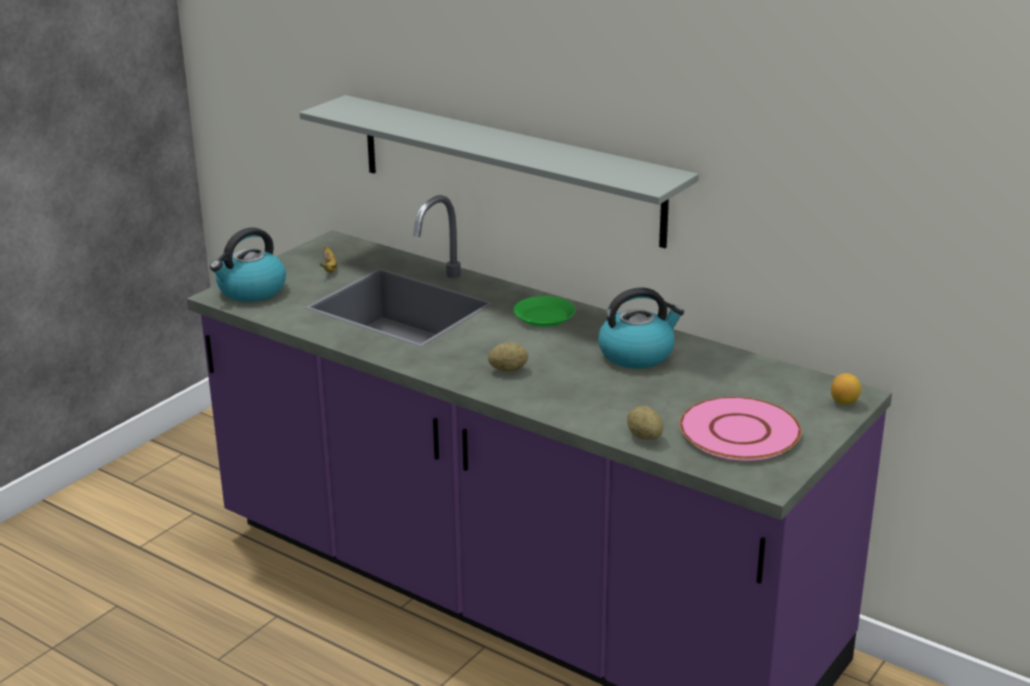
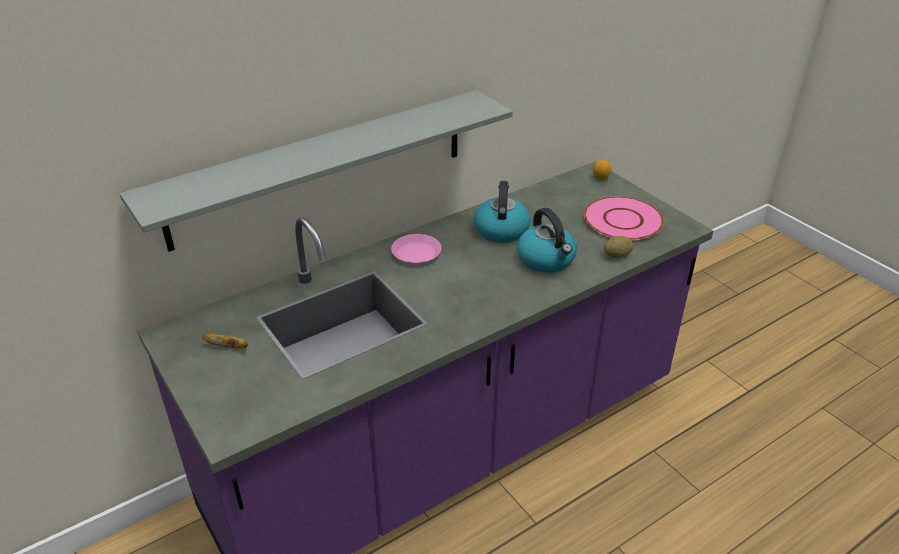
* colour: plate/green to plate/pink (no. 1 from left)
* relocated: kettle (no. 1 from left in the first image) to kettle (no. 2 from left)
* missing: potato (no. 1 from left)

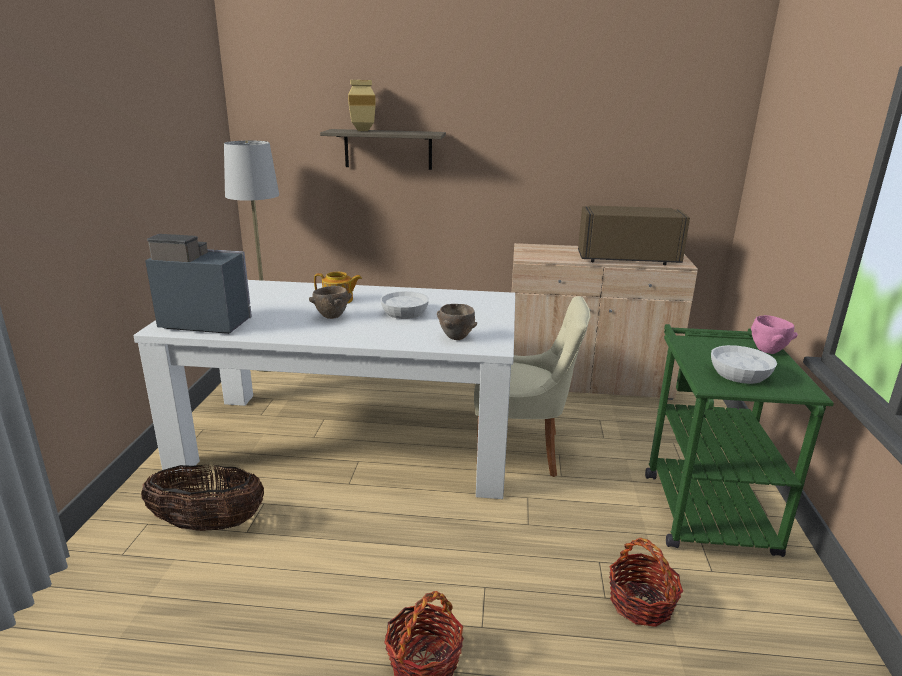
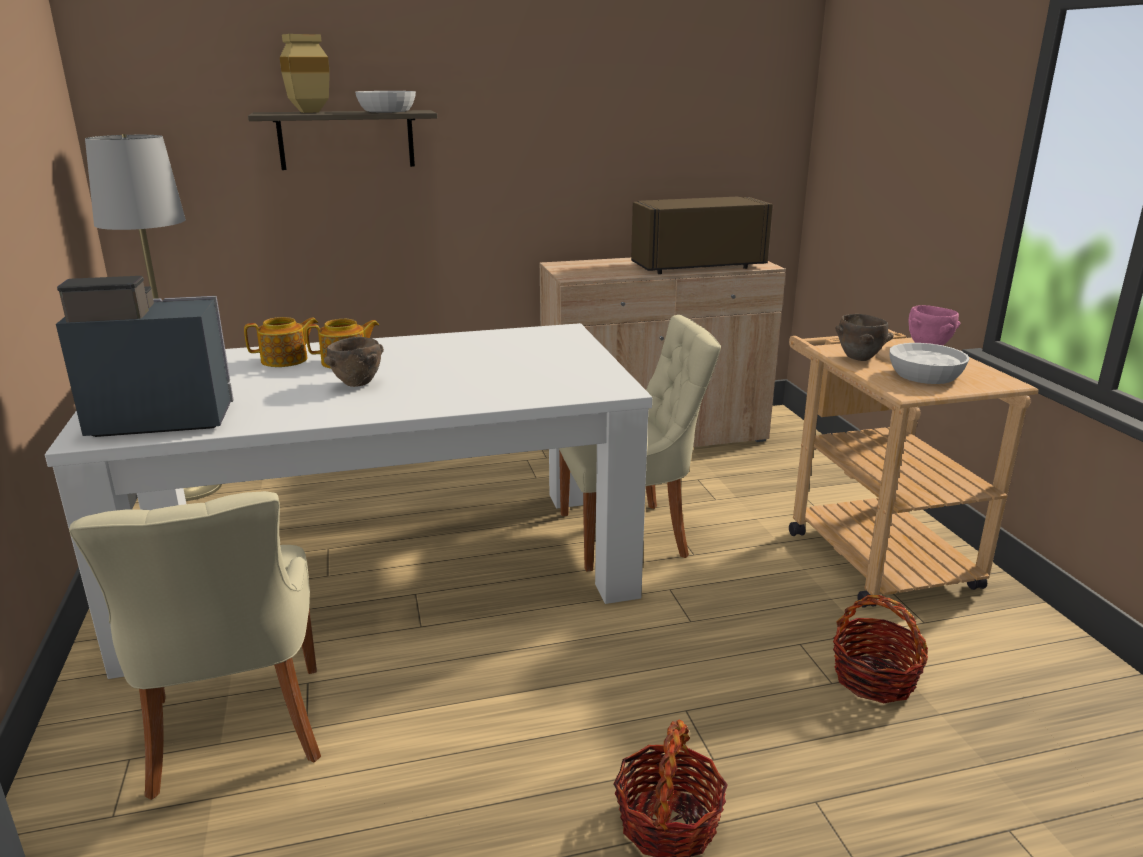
* exchanged: basket (no. 1 from left) to chair/beige (no. 1 from left)
* appeared: teapot (no. 1 from left)
* relocated: bowl/white (no. 1 from left)
* colour: cart/green to cart/beige
* relocated: bowl/brown (no. 2 from left)

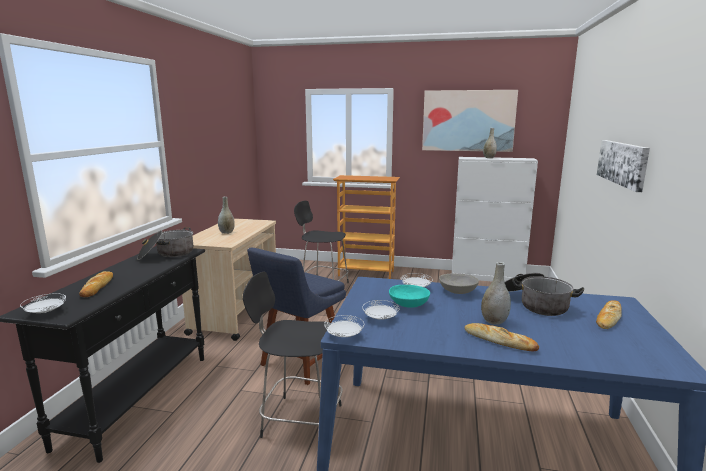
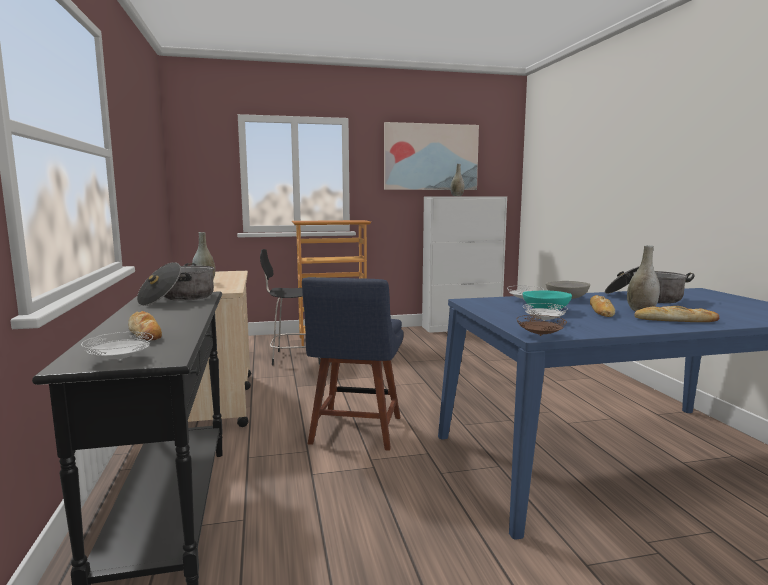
* colour: plate/white (no. 2 from left) to plate/brown
* relocated: bread (no. 3 from left in the first image) to bread (no. 2 from left)
* missing: stool/black (no. 1 from left)
* missing: picture (no. 2 from left)

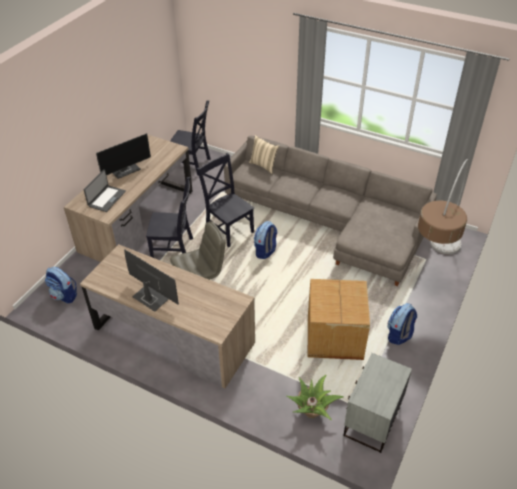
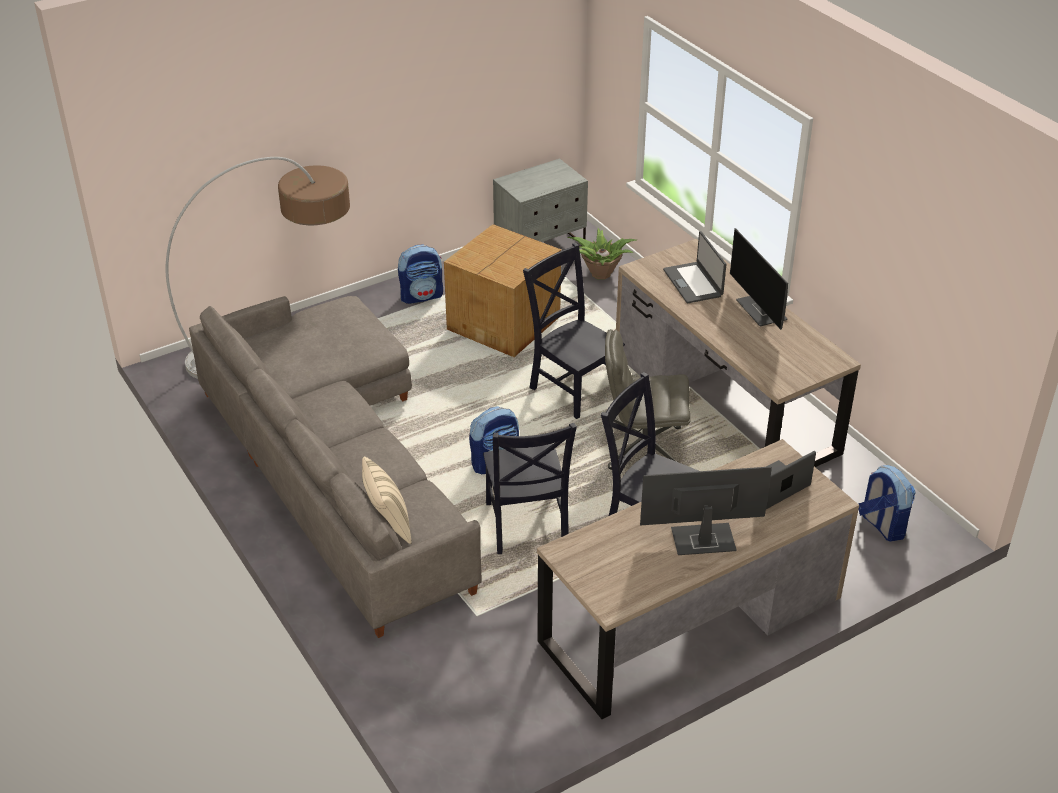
* relocated: chair/black (no. 2 from left)
* appeared: laptop (no. 1 from left)

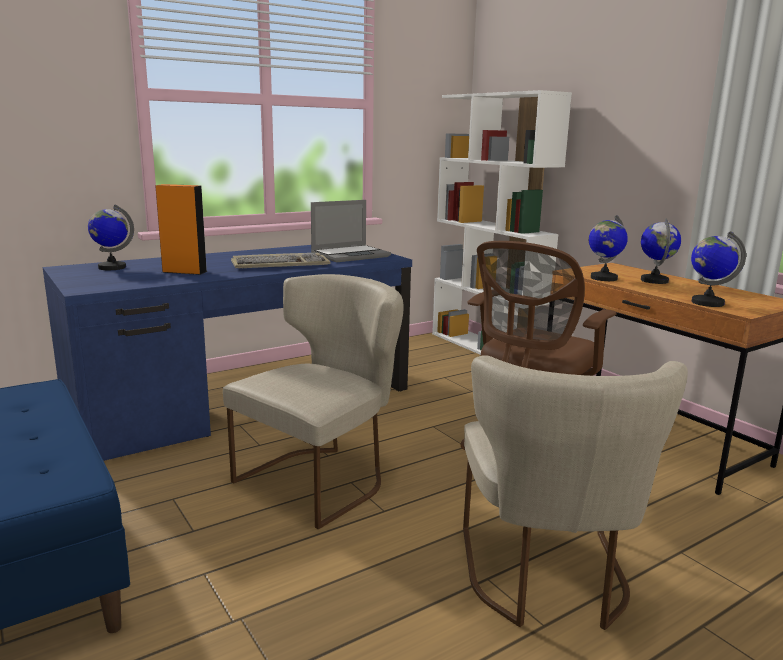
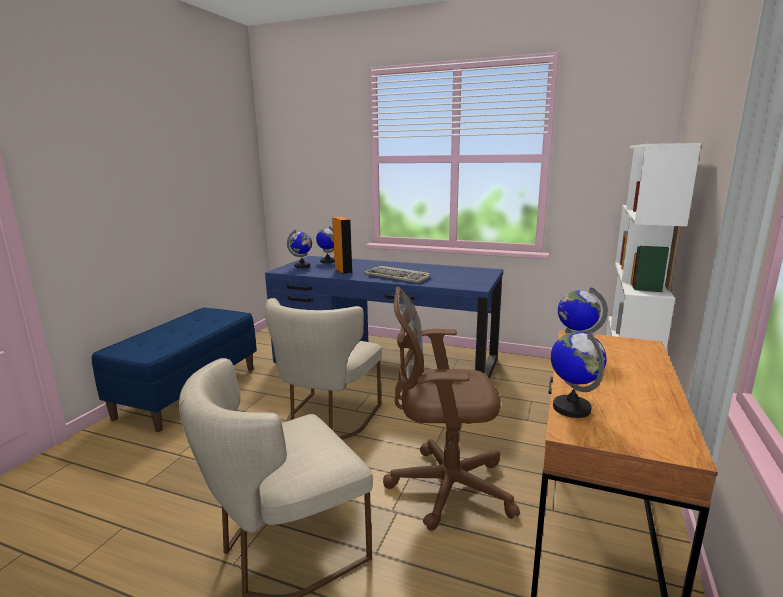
* spun: chair/beige (no. 1 from left in the first image) 105 degrees clockwise
* relocated: globe (no. 3 from left in the first image) to globe (no. 1 from left)
* missing: laptop

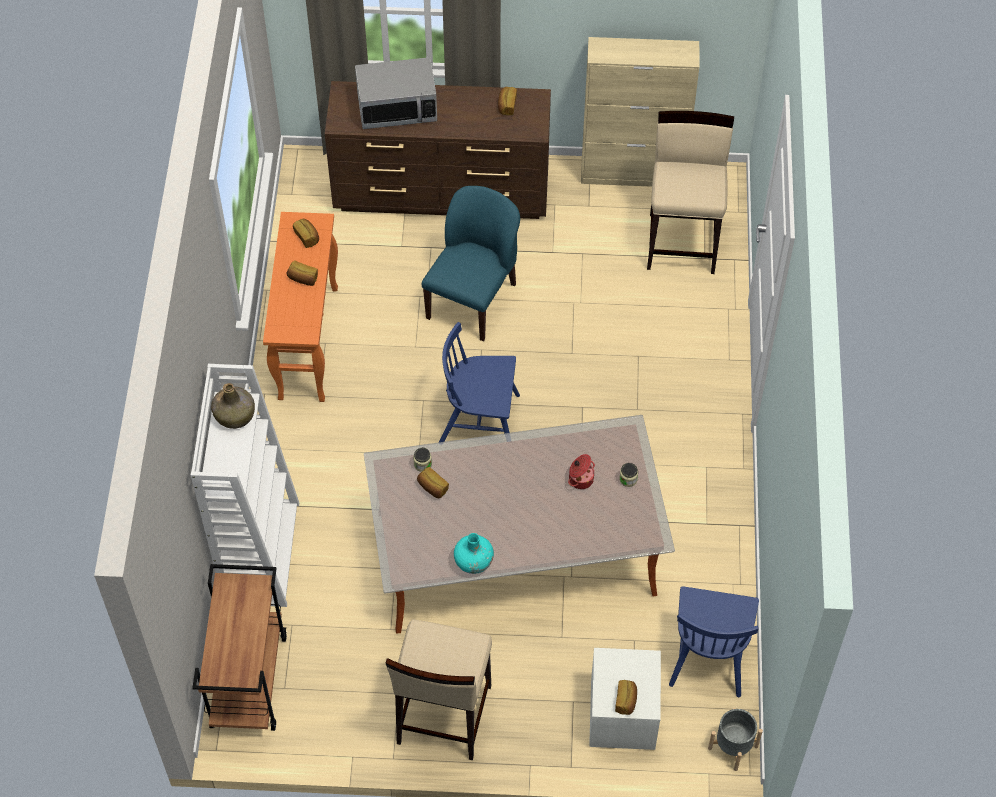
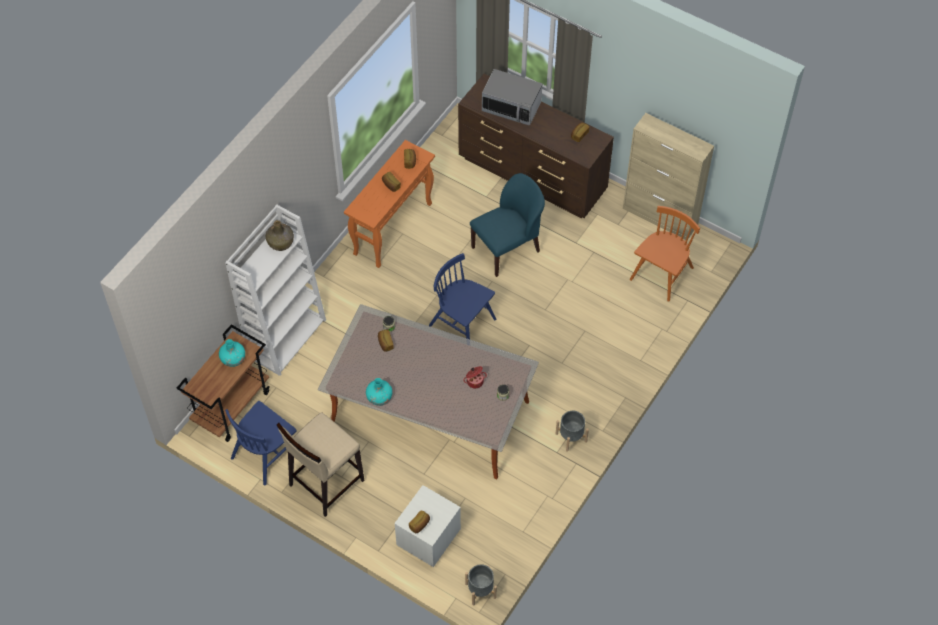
* appeared: vase/turquoise (no. 1 from left)
* relocated: chair/blue (no. 3 from left in the first image) to chair/blue (no. 1 from left)
* appeared: planter/grey (no. 2 from left)
* exchanged: stool/beige (no. 2 from left) to chair/orange

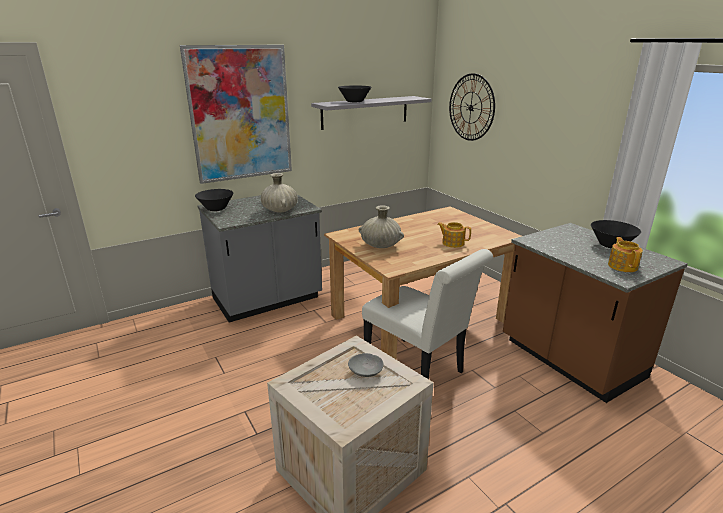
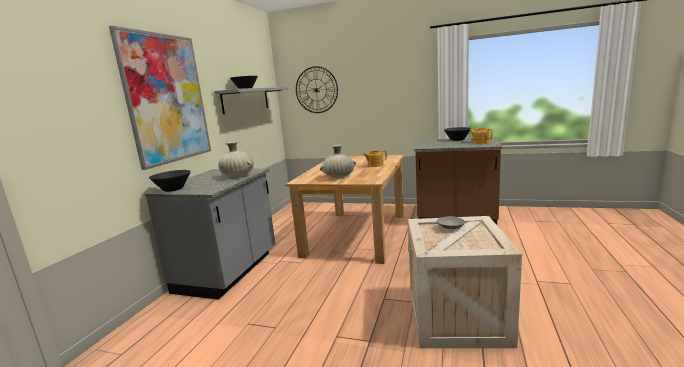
* missing: chair/white

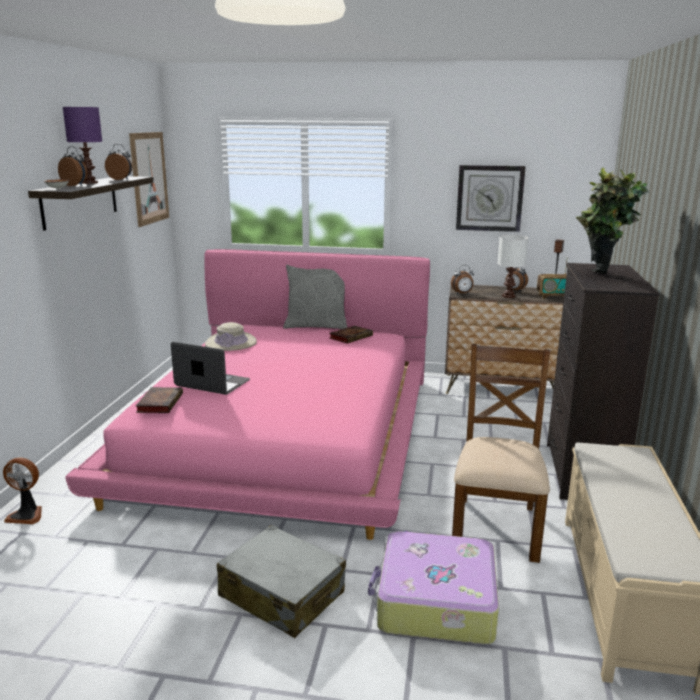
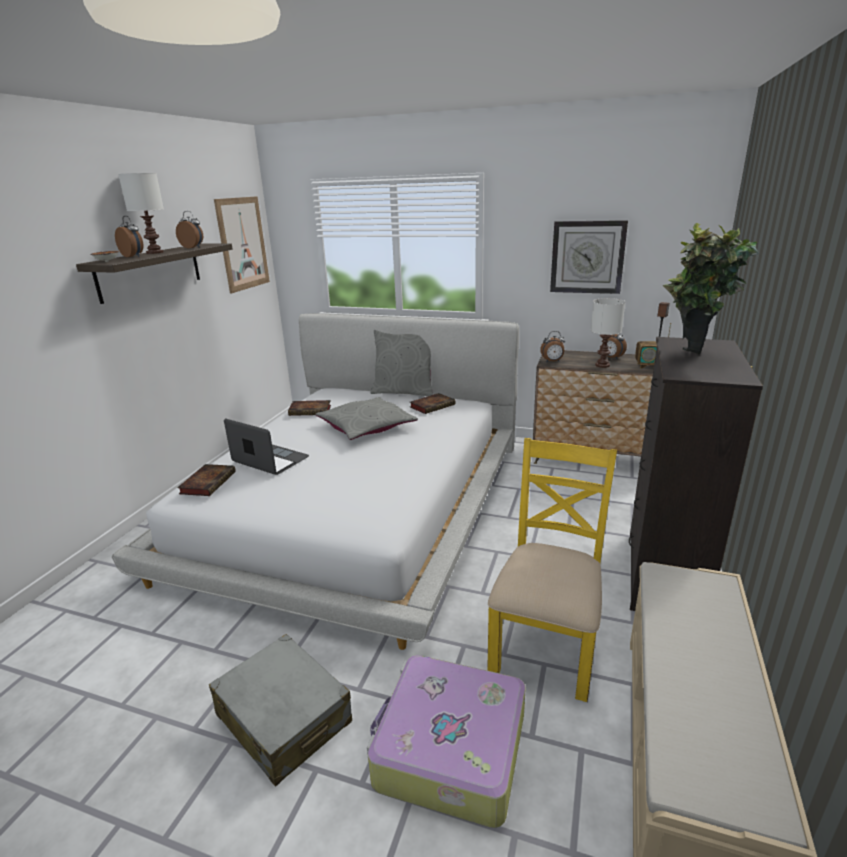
* colour: bed/pink to bed/white
* colour: table lamp/purple to table lamp/white (no. 1 from left)
* exchanged: hat/beige to book (no. 2 from left)
* appeared: pillow/grey (no. 1 from left)
* colour: chair/brown to chair/yellow
* missing: fan

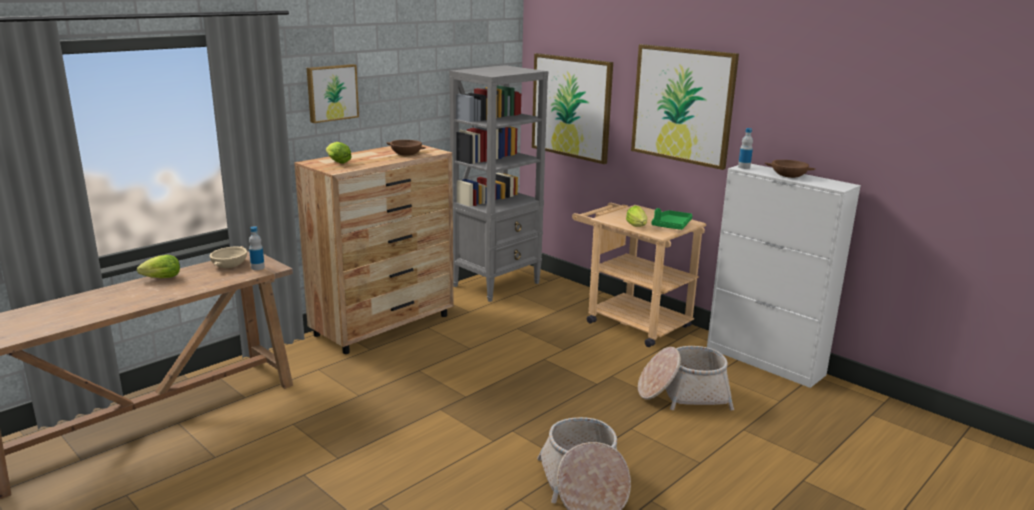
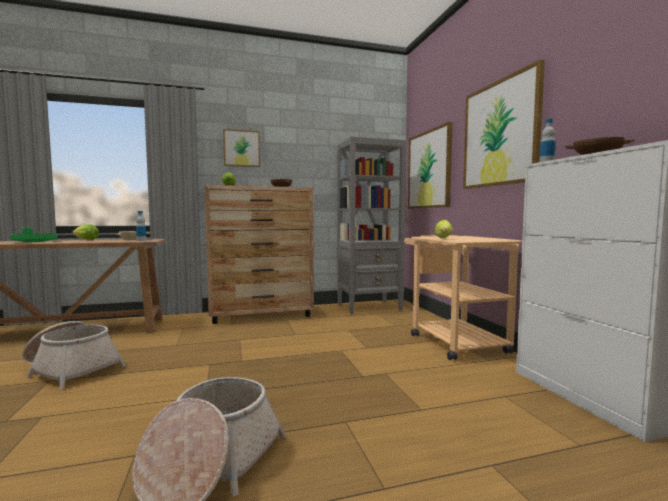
* relocated: tray/green
* relocated: basket (no. 2 from left in the first image) to basket (no. 1 from left)

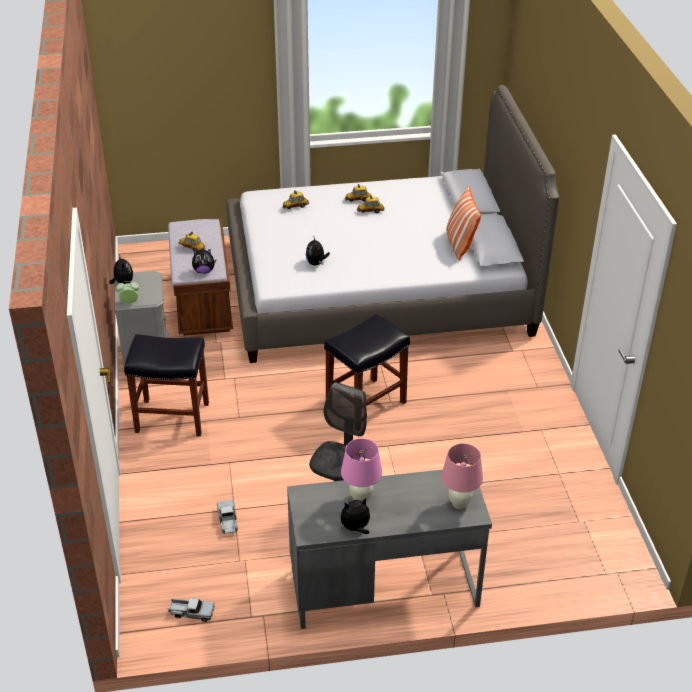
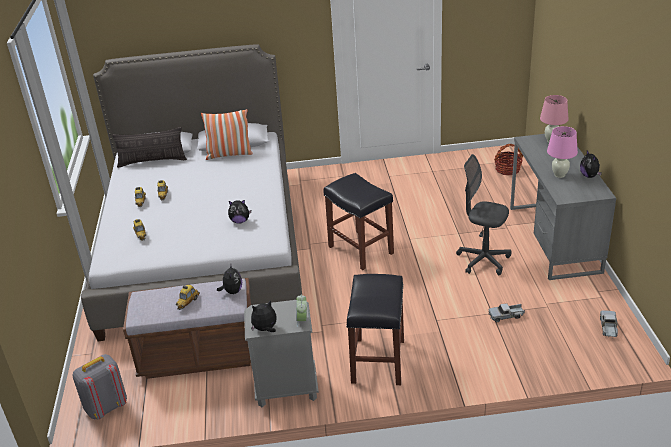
* appeared: backpack/grey
* appeared: pillow (no. 1 from left)
* appeared: basket

